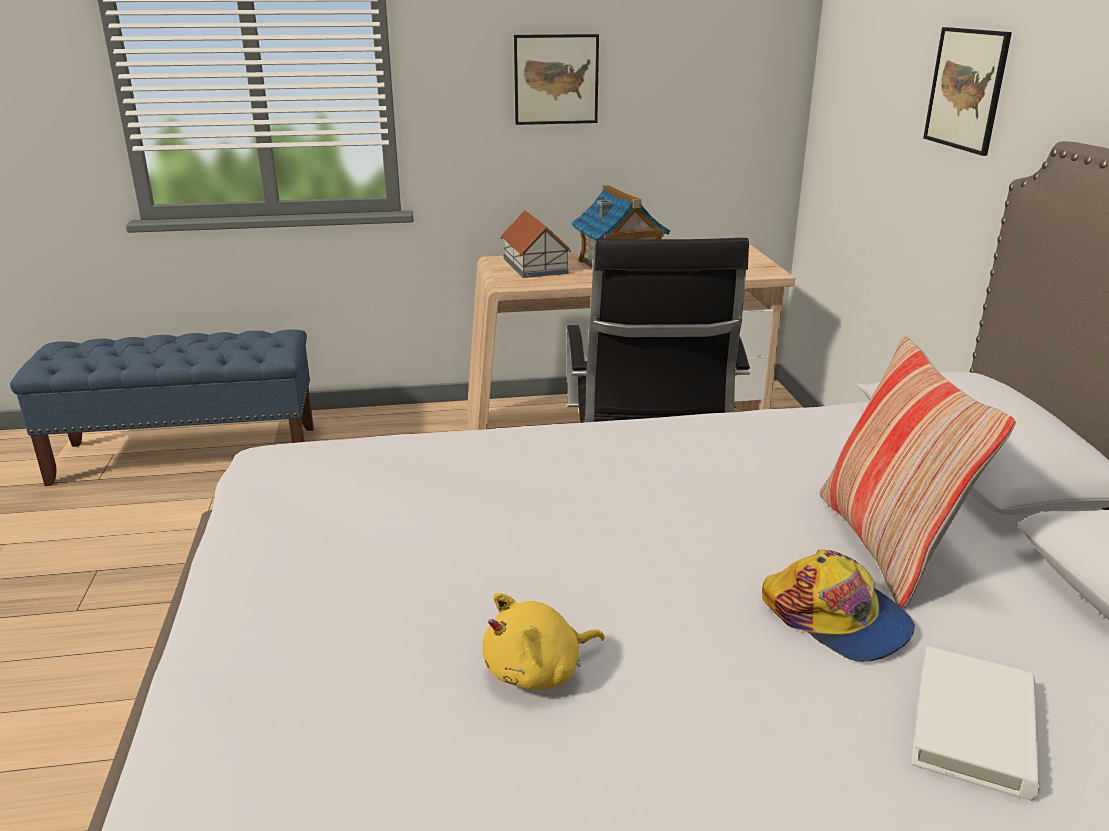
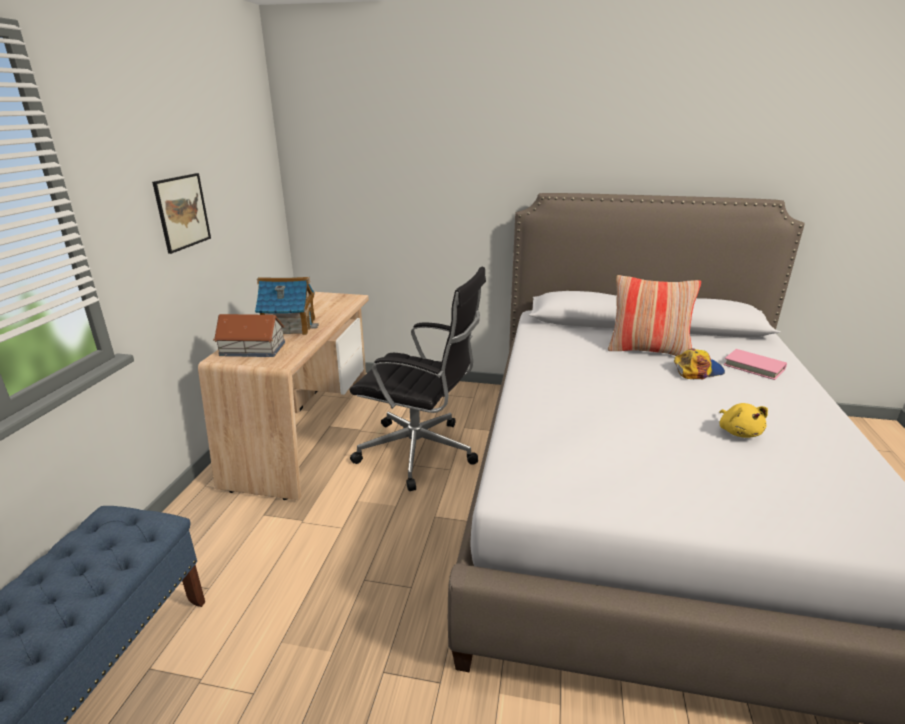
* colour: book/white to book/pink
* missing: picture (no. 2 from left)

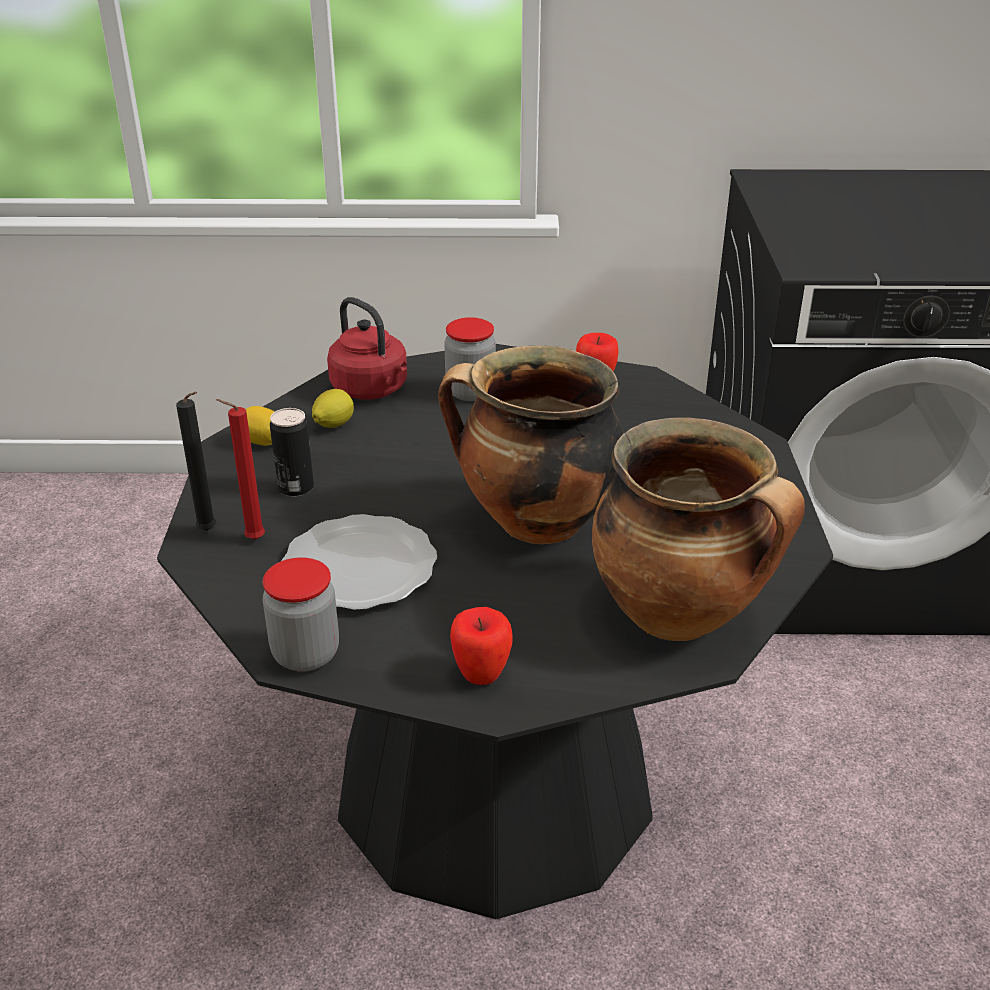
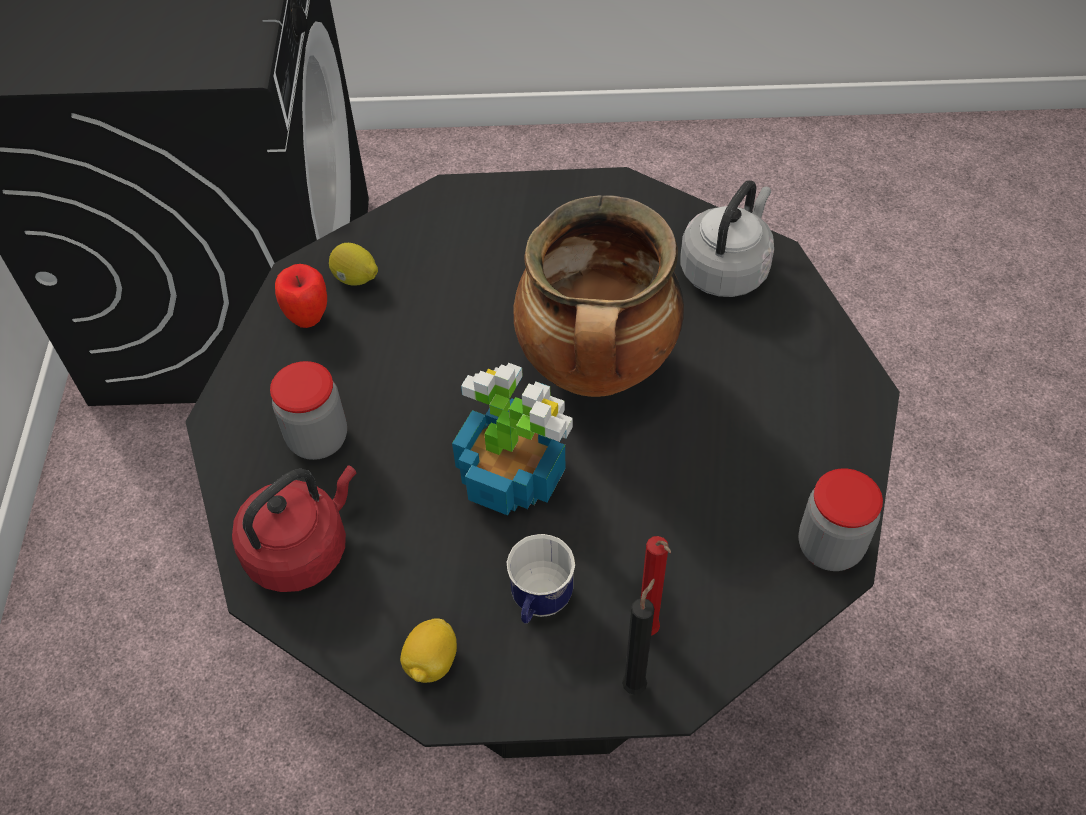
* relocated: lemon (no. 2 from left in the first image) to lemon (no. 1 from left)
* appeared: potted plant
* exchanged: can to mug
* exchanged: cooking pot (no. 2 from left) to kettle/grey
* missing: plate
* missing: apple (no. 1 from left)

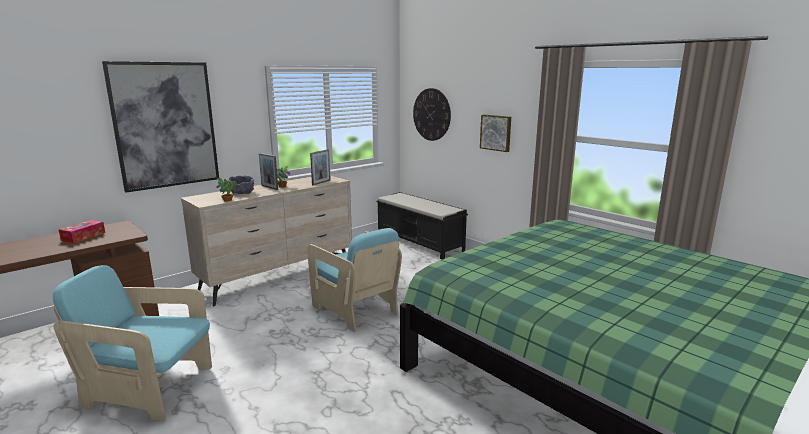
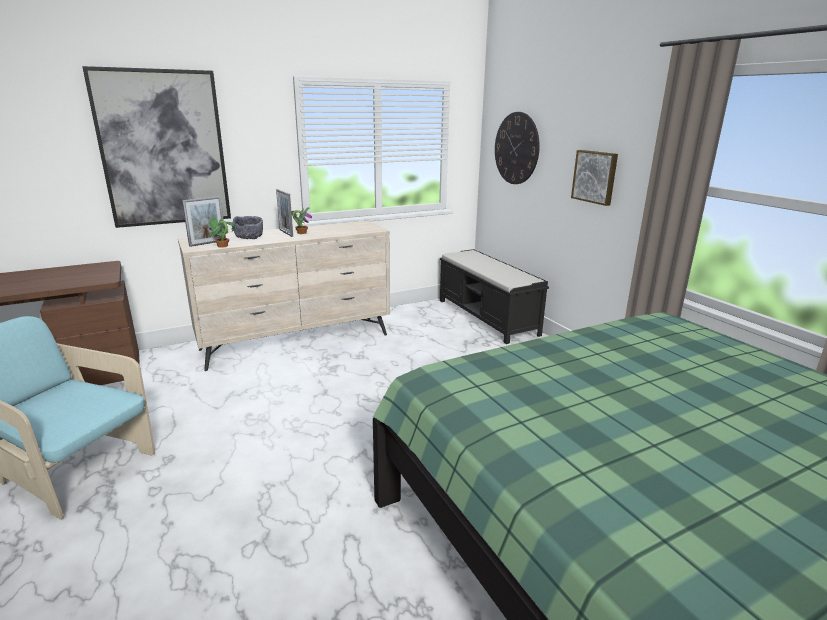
* relocated: picture frame (no. 2 from left in the first image) to picture frame (no. 1 from left)
* missing: tissue box
* missing: armchair/turquoise (no. 2 from left)

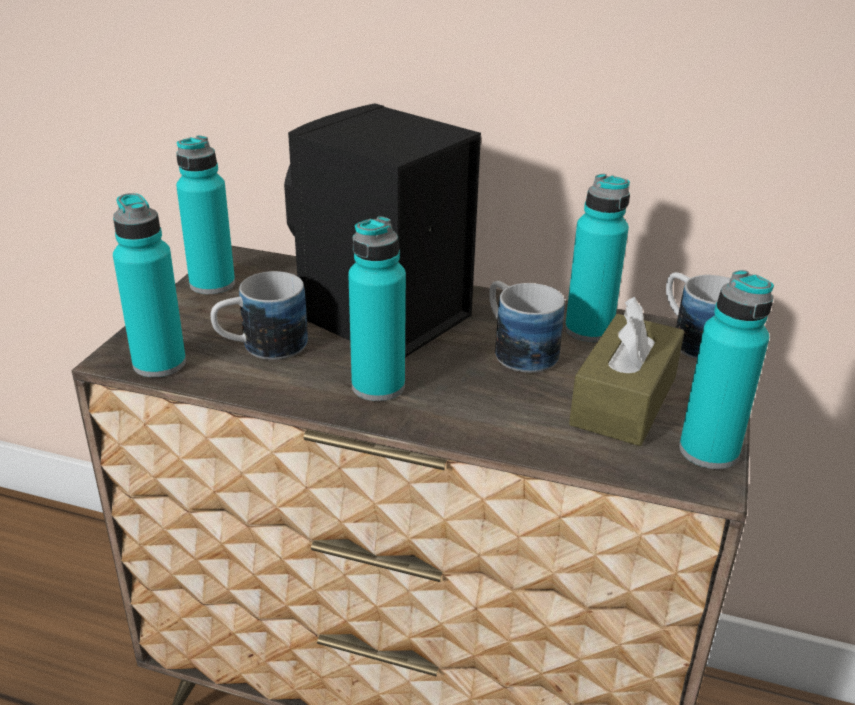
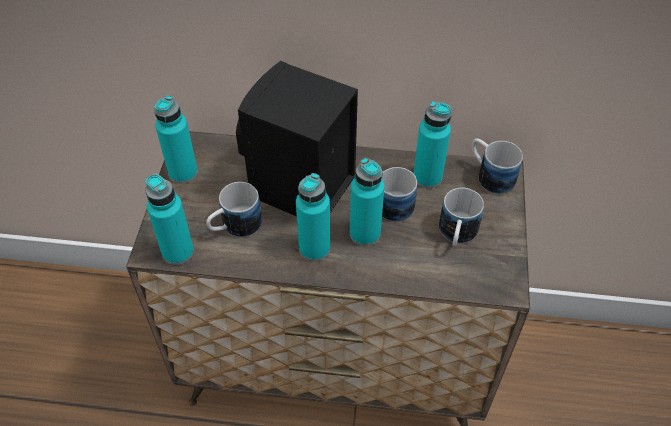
* relocated: bottle/turquoise (no. 5 from left in the first image) to bottle/turquoise (no. 4 from left)
* exchanged: tissue box/brown to mug (no. 3 from left)

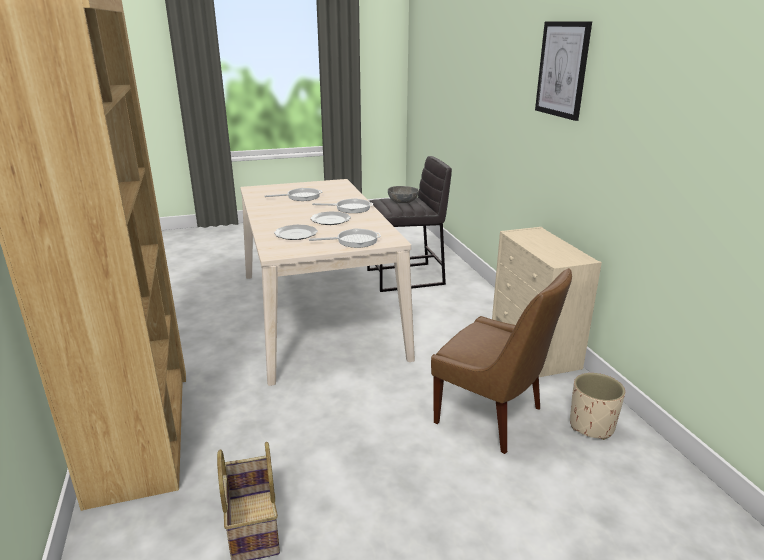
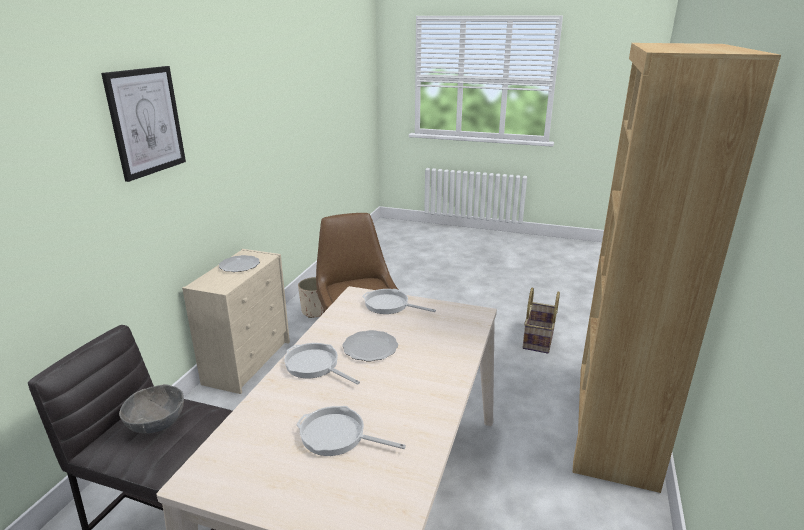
* relocated: plate (no. 1 from left)

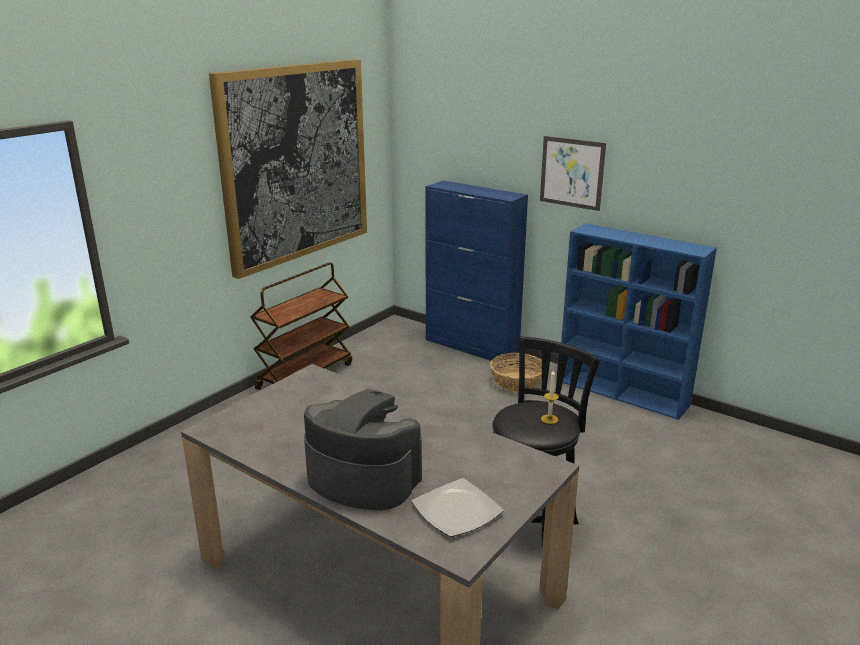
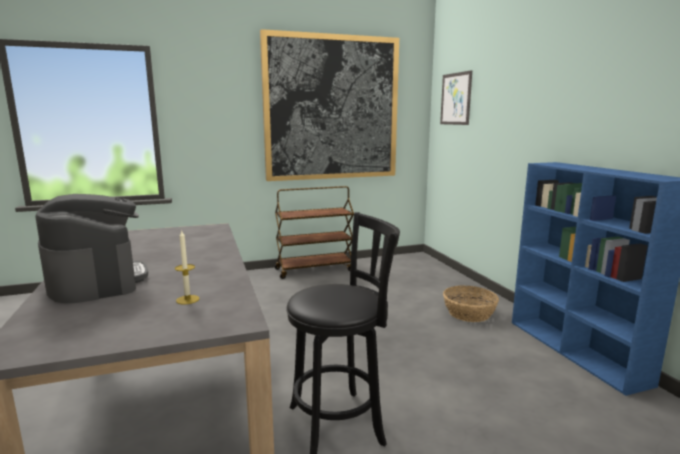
* relocated: candle
* relocated: picture (no. 2 from left)
* missing: plate
* missing: cabinet/blue

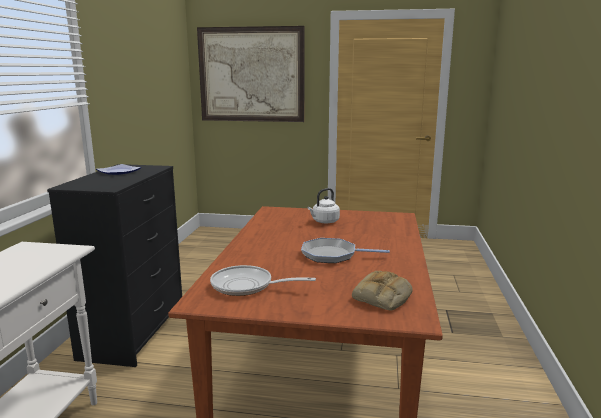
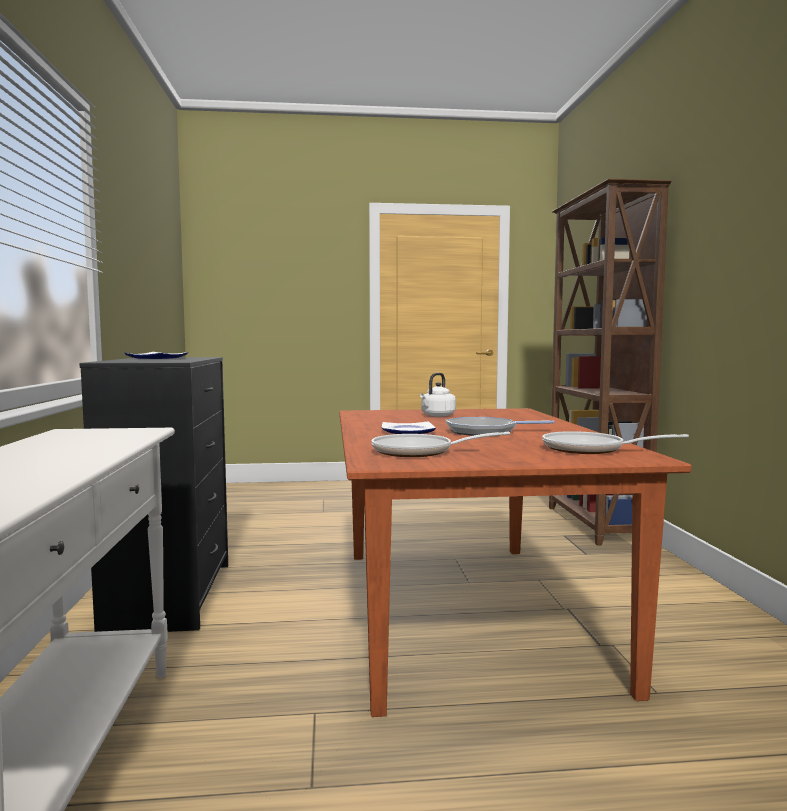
* appeared: plate (no. 2 from left)
* exchanged: bread to frying pan (no. 3 from left)
* appeared: bookcase/brown
* missing: picture

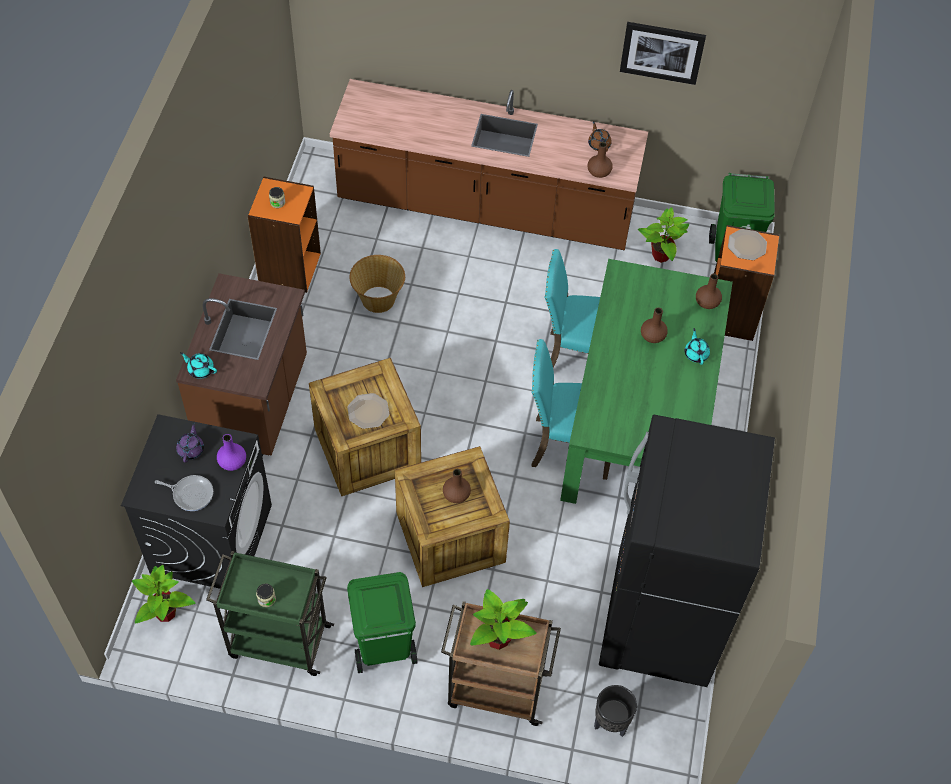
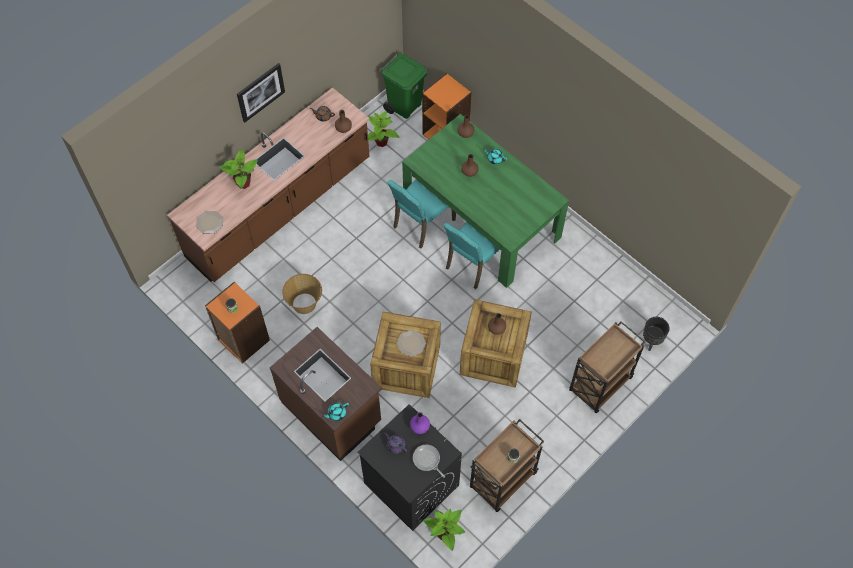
* relocated: plate (no. 2 from left in the first image) to plate (no. 1 from left)
* relocated: potted plant (no. 2 from left in the first image) to potted plant (no. 1 from left)
* relocated: picture
* spun: frying pan 90 degrees counterclockwise
* colour: cart/green to cart/brown (no. 1 from left)
* missing: trash can/green (no. 1 from left)
* missing: fridge/black

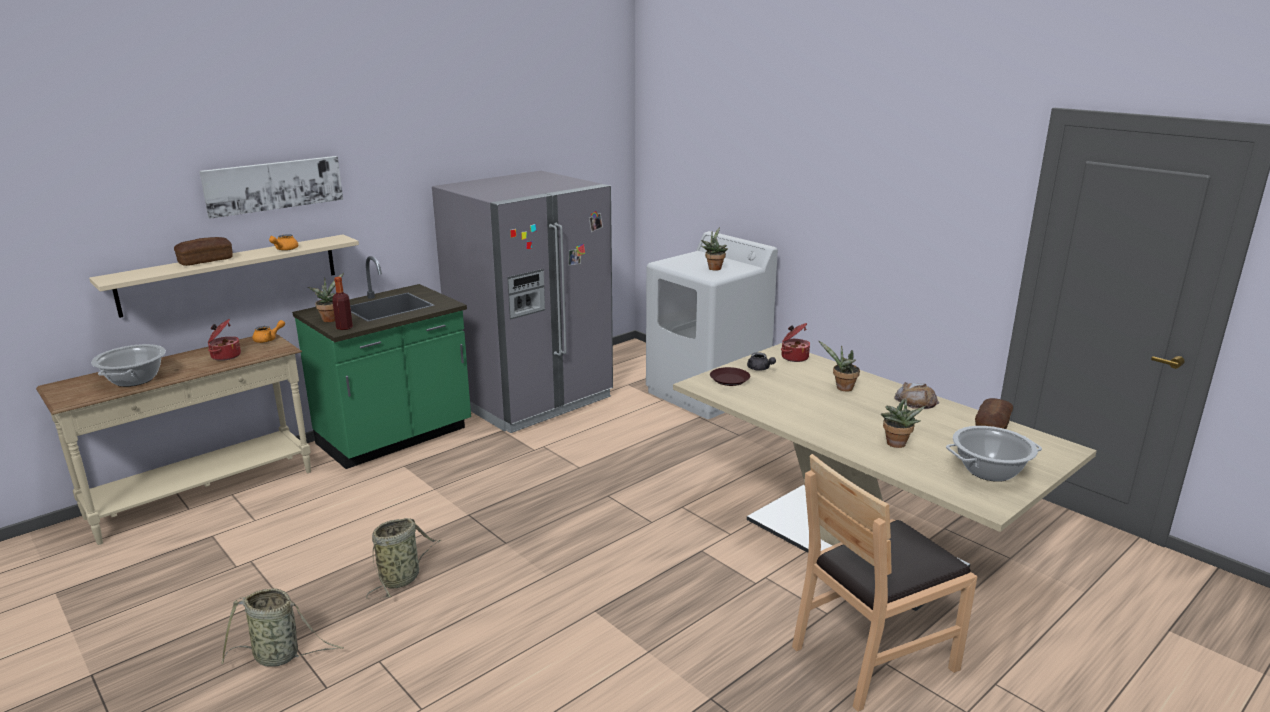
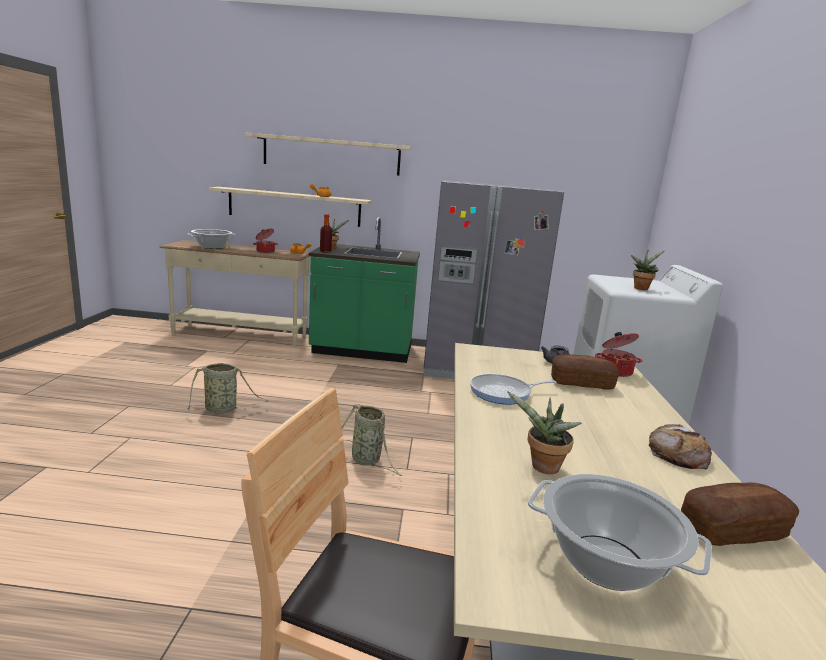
* exchanged: picture to shelf/beige (no. 2 from left)
* relocated: basket (no. 1 from left in the first image) to basket (no. 2 from left)
* appeared: frying pan
* relocated: bread (no. 1 from left)
* missing: plate/brown
* missing: potted plant (no. 3 from left)

